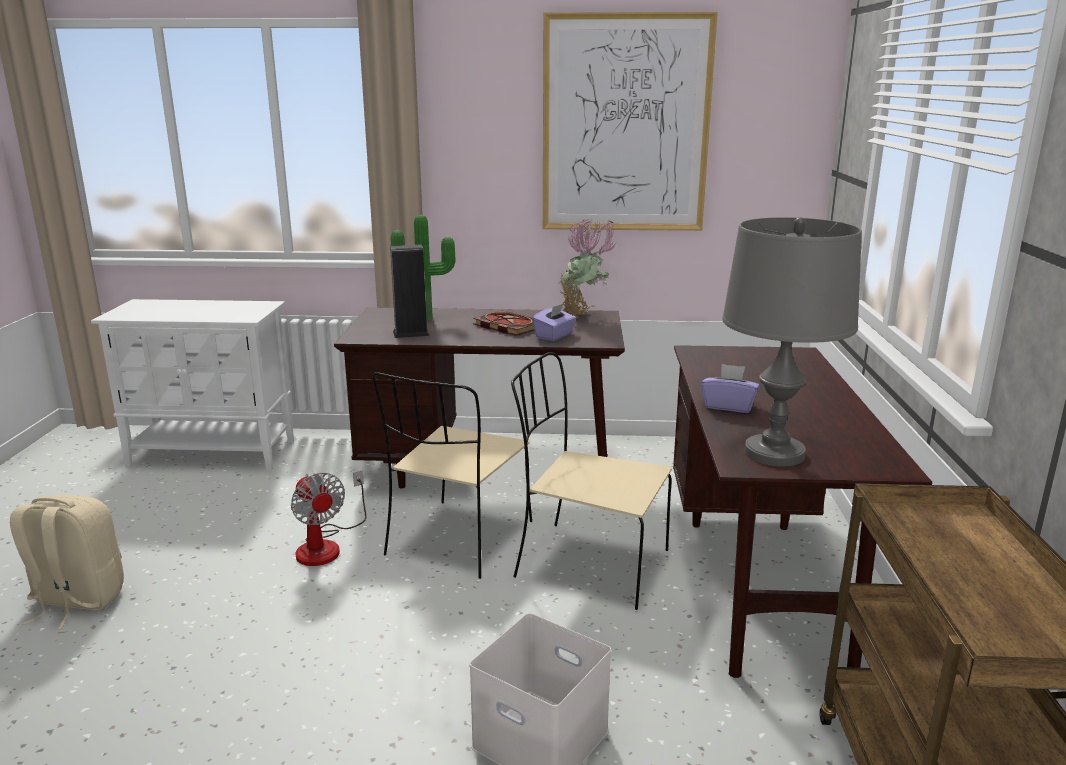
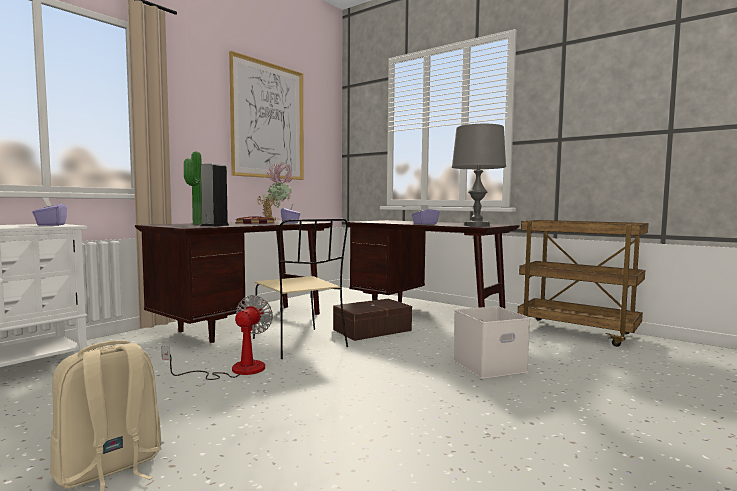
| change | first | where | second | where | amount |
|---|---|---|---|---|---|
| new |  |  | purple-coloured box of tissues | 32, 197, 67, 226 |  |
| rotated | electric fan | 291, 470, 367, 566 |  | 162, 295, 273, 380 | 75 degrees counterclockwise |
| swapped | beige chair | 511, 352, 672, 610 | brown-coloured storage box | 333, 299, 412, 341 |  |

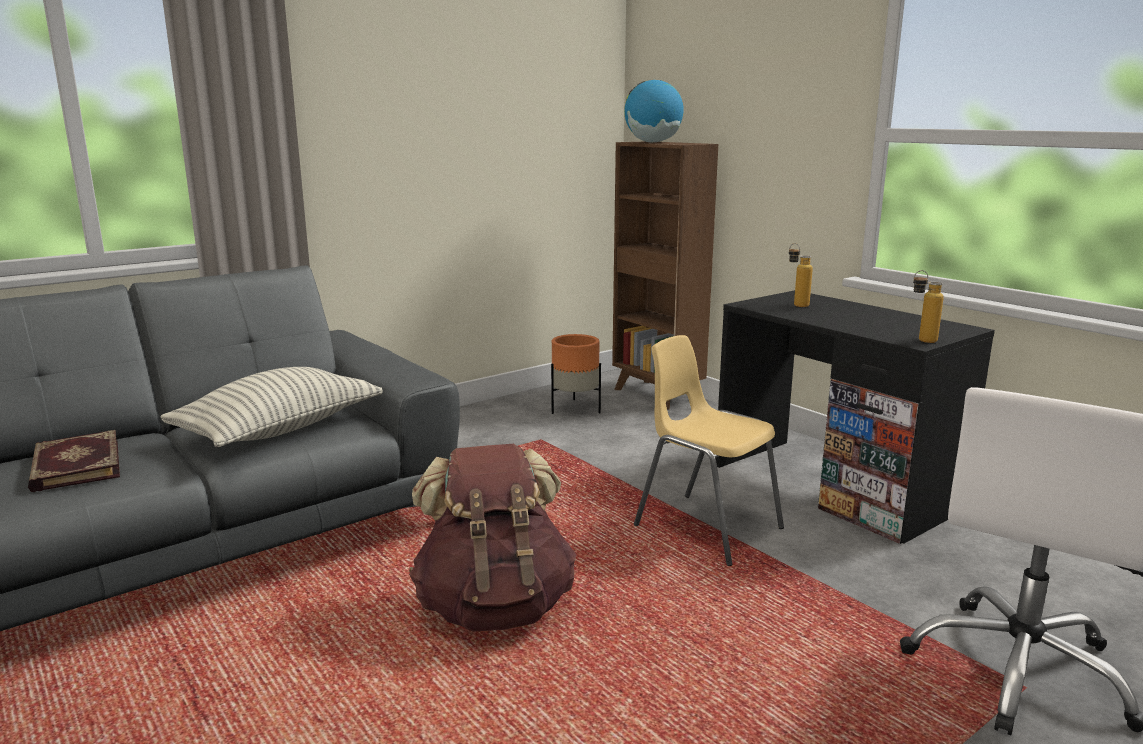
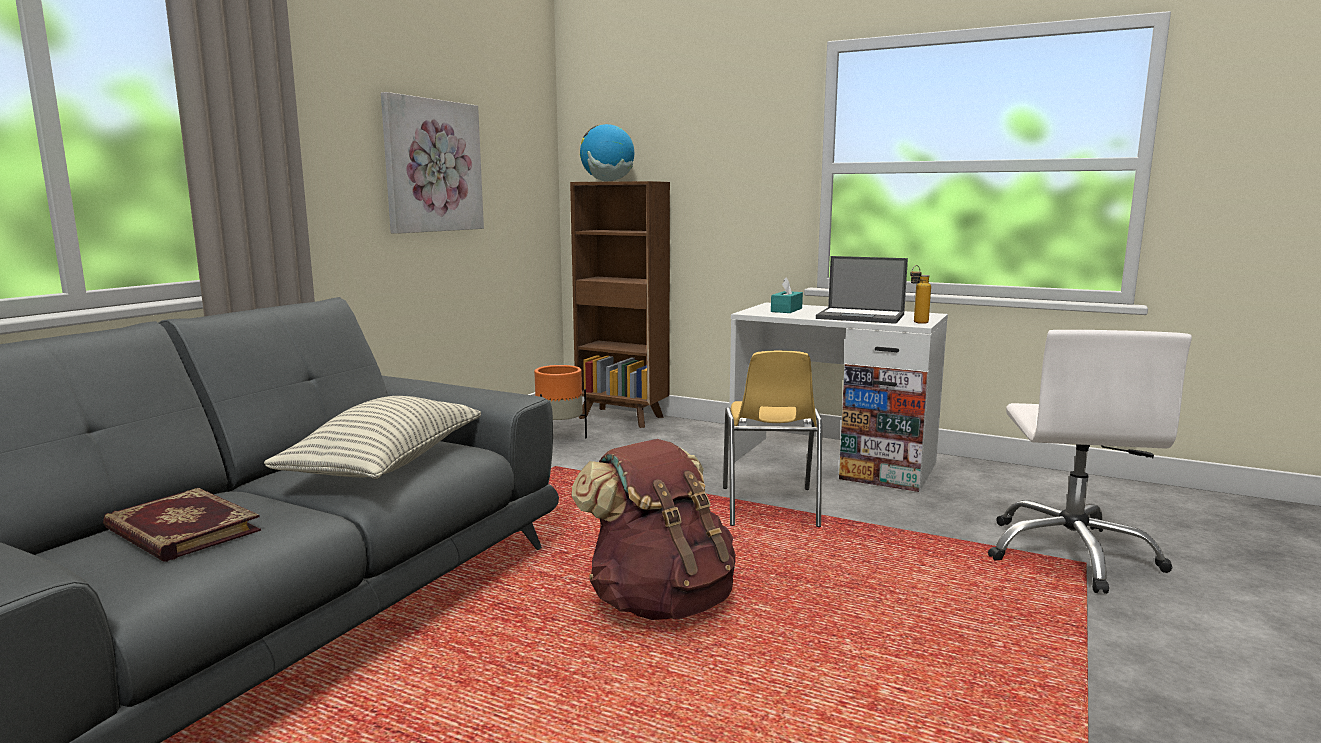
| change | first | where | second | where | amount |
|---|---|---|---|---|---|
| new |  |  | picture | 381, 92, 484, 234 |  |
| rotated | yellow chair | 634, 335, 784, 566 |  | 723, 350, 822, 527 | 105 degrees counterclockwise |
| repainted | blackish desk table | 715, 290, 995, 544 | whitish desk table | 728, 303, 948, 492 |  |
| swapped | beverage bottle | 789, 243, 813, 307 | turquoise box of tissues | 771, 277, 803, 313 |  |
| new |  |  | notebook computer | 816, 256, 908, 324 |  |

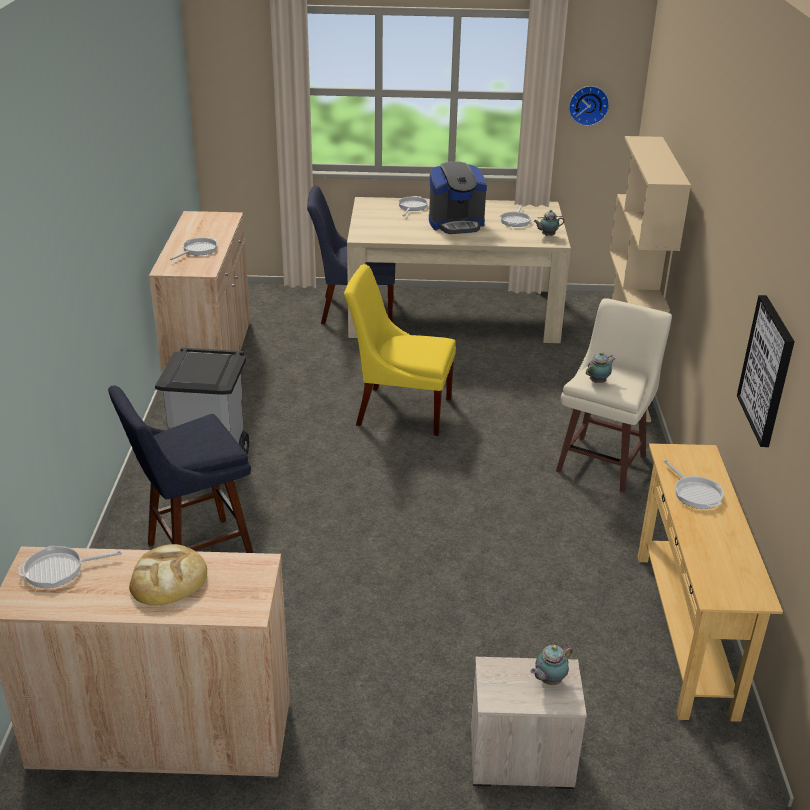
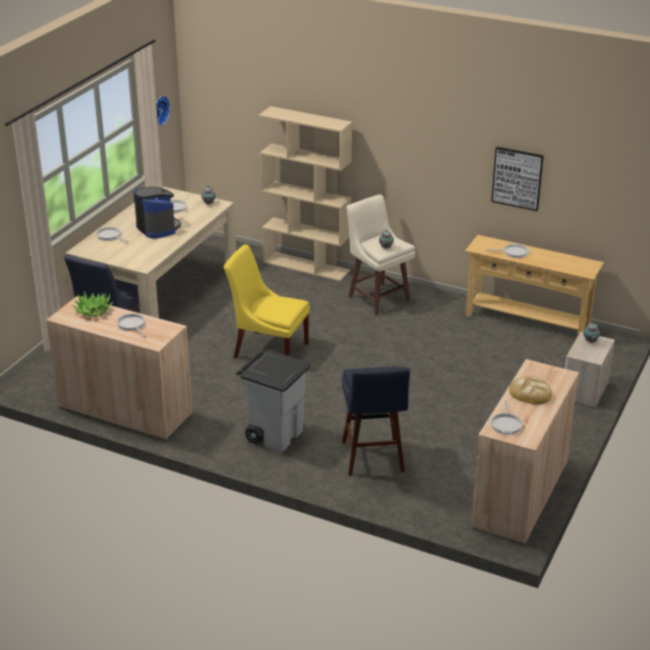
| change | first | where | second | where | amount |
|---|---|---|---|---|---|
| new |  |  | plant in a pot | 72, 292, 114, 317 |  |
| rotated | coffee maker | 429, 161, 487, 234 |  | 133, 187, 181, 239 | 45 degrees counterclockwise |
| rotated | yellow chair | 344, 264, 456, 436 |  | 224, 245, 310, 358 | 75 degrees clockwise |

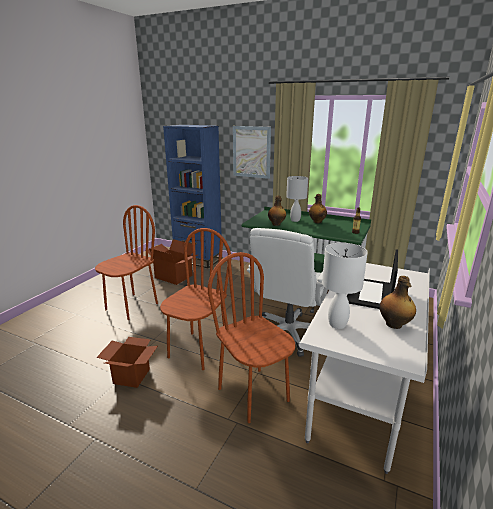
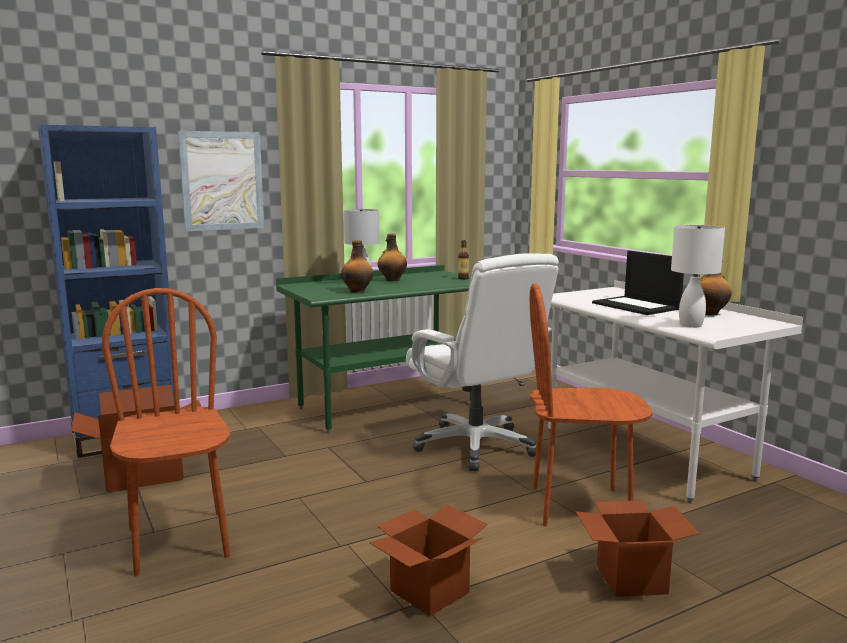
| change | first | where | second | where | amount |
|---|---|---|---|---|---|
| new |  |  | carton | 576, 500, 699, 597 |  |
| gone | brown-coloured chair | 160, 228, 231, 370 |  |  |  |

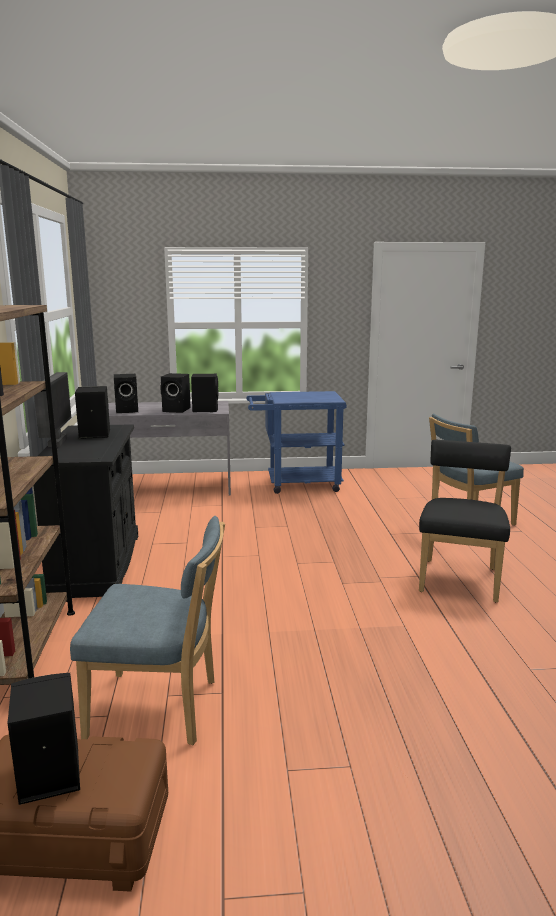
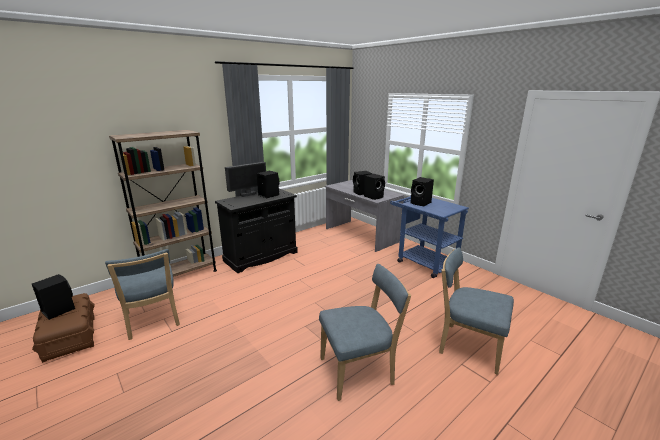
| change | first | where | second | where | amount |
|---|---|---|---|---|---|
| repainted | blackish chair | 419, 440, 511, 603 | bluish chair | 319, 264, 411, 401 |  |
| shifted | blackish speaker | 114, 374, 138, 413 |  | 411, 177, 434, 206 |  |

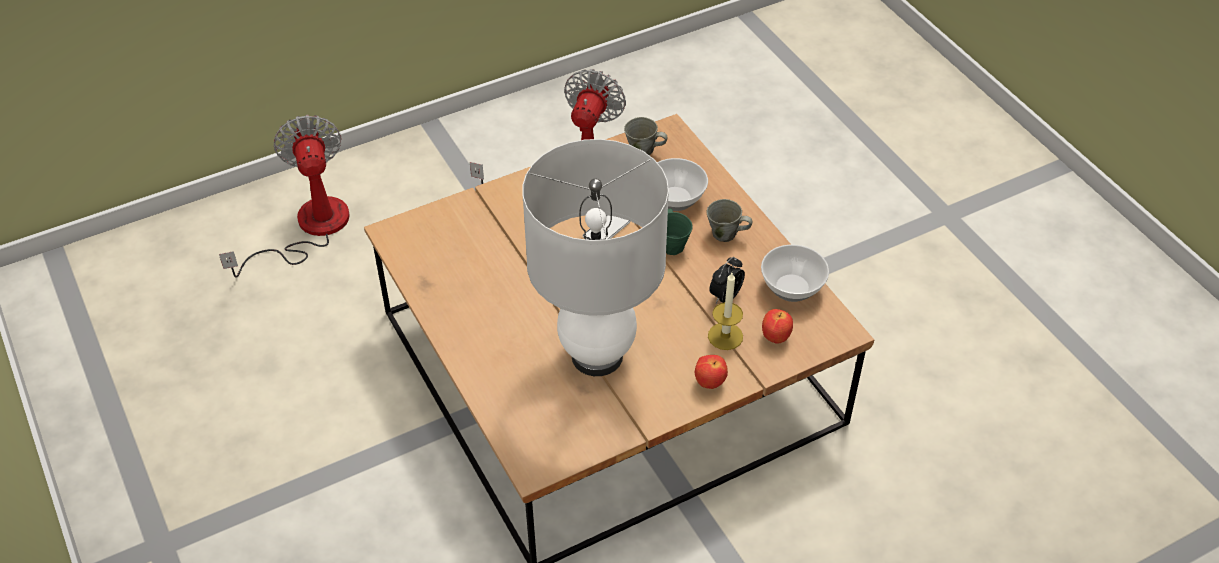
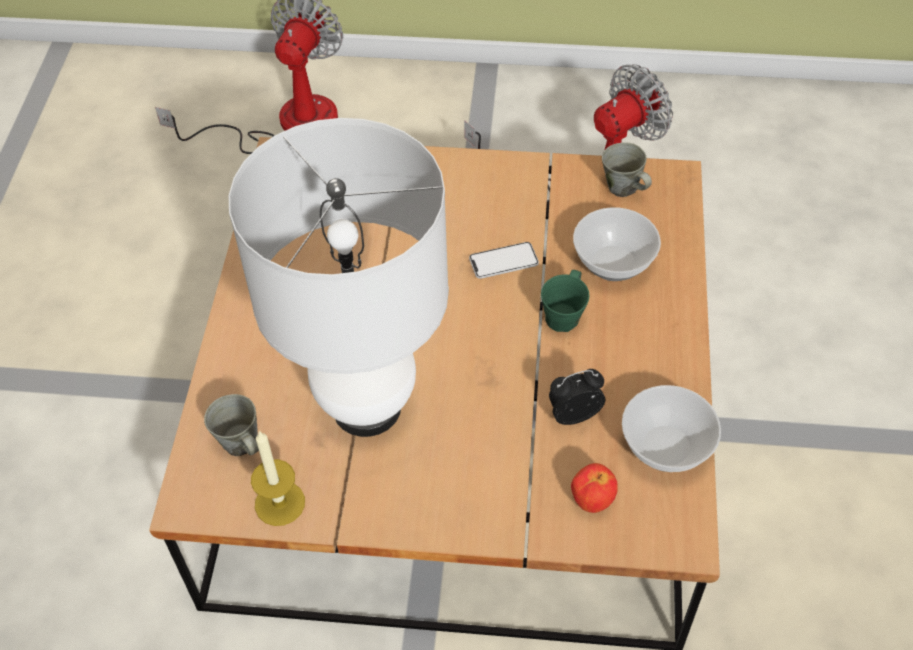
| change | first | where | second | where | amount |
|---|---|---|---|---|---|
| shifted | gray coffee mug | 707, 199, 752, 242 |  | 204, 394, 259, 456 |  |
| shifted | candle | 708, 273, 743, 350 |  | 251, 431, 305, 526 |  |
| gone | whole apple | 695, 355, 728, 389 |  |  |  |

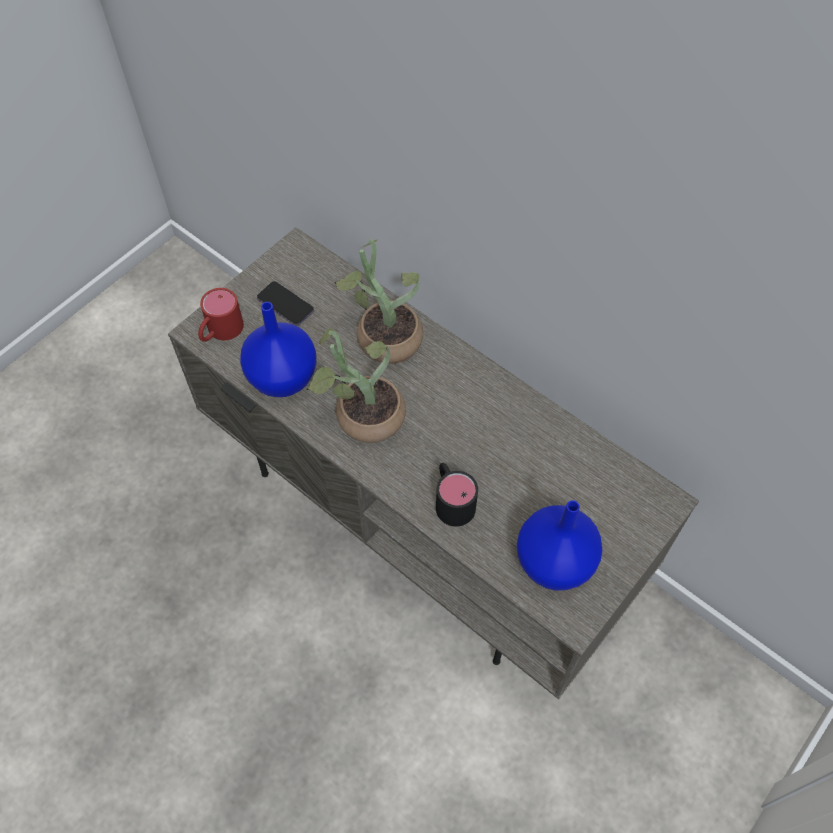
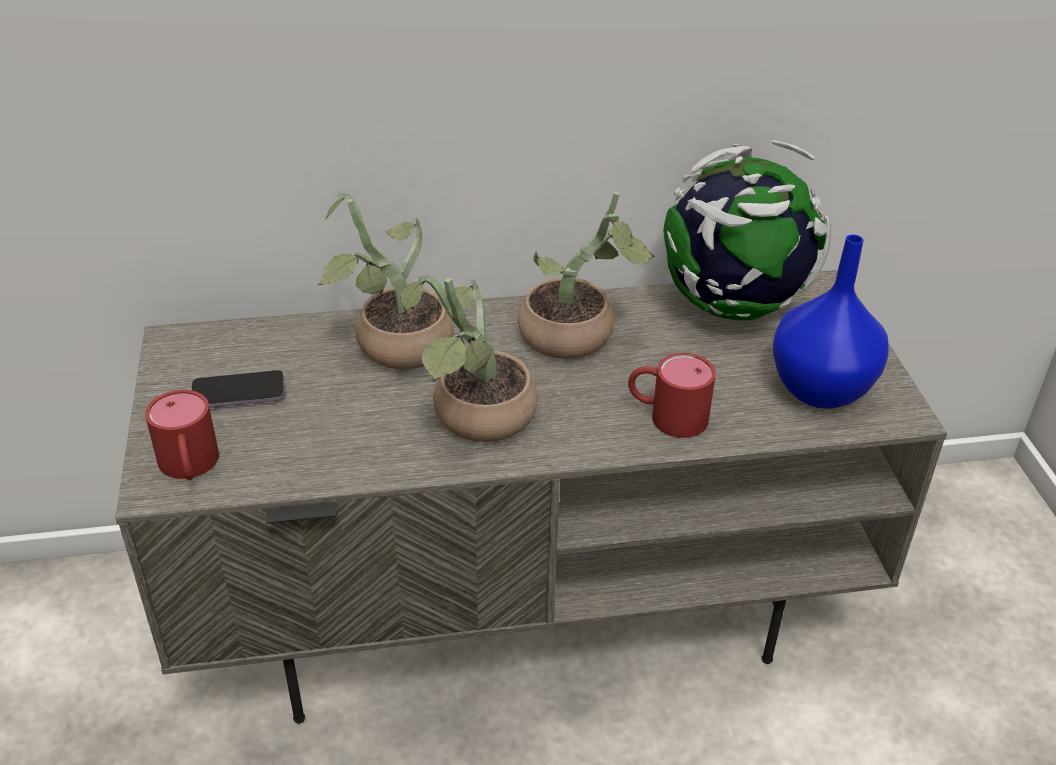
| change | first | where | second | where | amount |
|---|---|---|---|---|---|
| new |  |  | plant in a pot | 518, 191, 655, 359 |  |
| repainted | blackish coffee mug | 436, 463, 478, 526 | reddish coffee mug | 628, 353, 716, 438 |  |
| new |  |  | desk globe | 663, 140, 832, 321 |  |
| gone | bluish vase | 240, 302, 317, 397 |  |  |  |

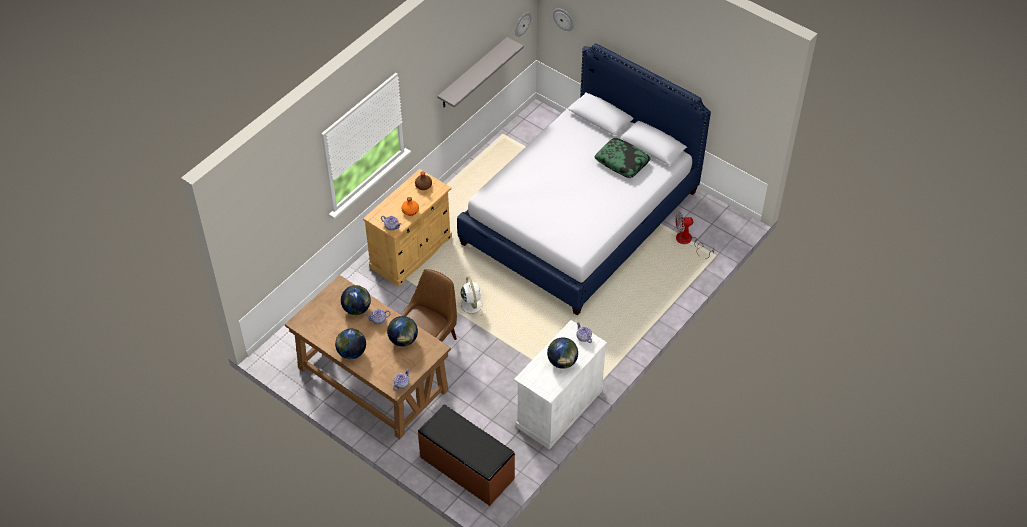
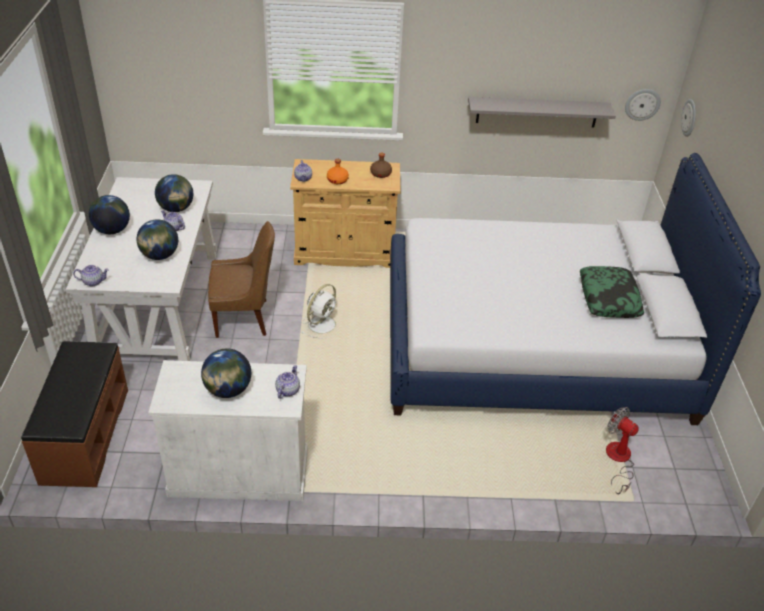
| change | first | where | second | where | amount |
|---|---|---|---|---|---|
| repainted | brown-coloured desk table | 285, 275, 451, 439 | whitish desk table | 65, 177, 217, 361 |  |

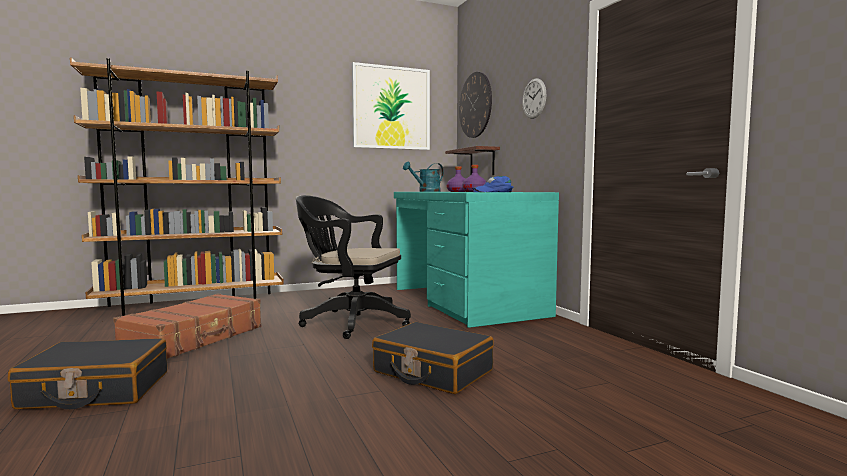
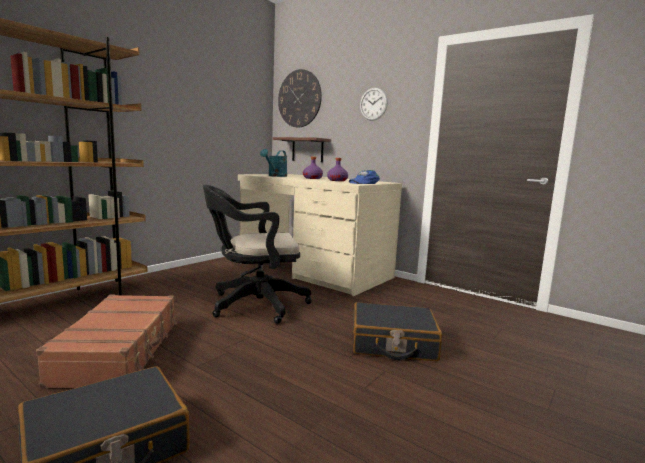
| change | first | where | second | where | amount |
|---|---|---|---|---|---|
| repainted | turquoise desk table | 394, 192, 559, 328 | beige desk table | 238, 174, 402, 296 |  |
| gone | picture | 352, 62, 430, 150 |  |  |  |

